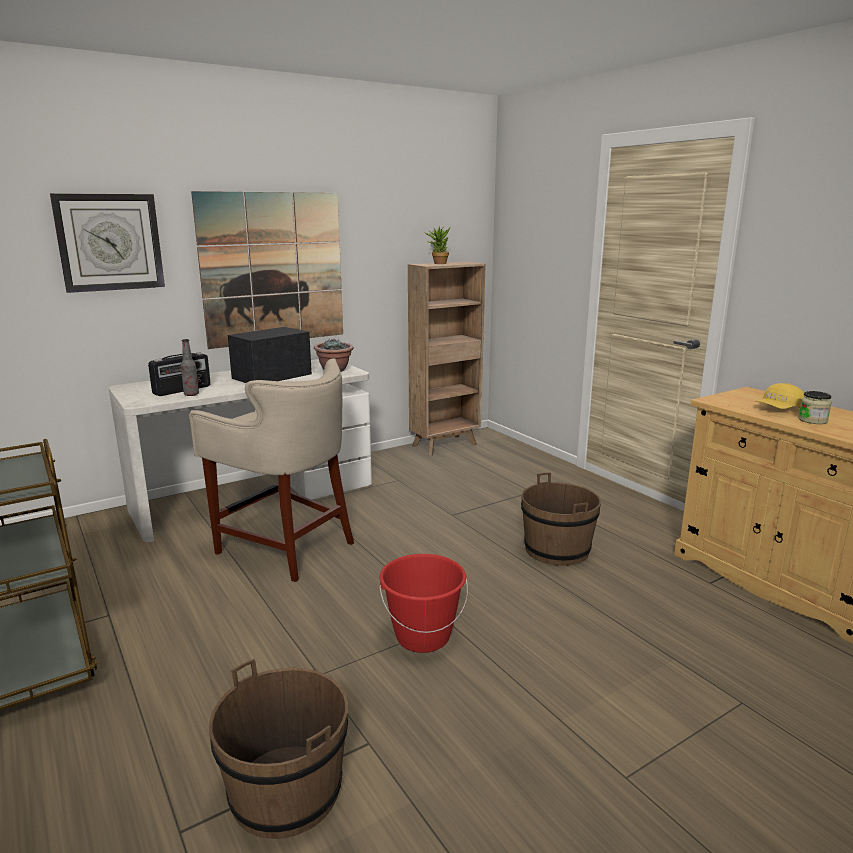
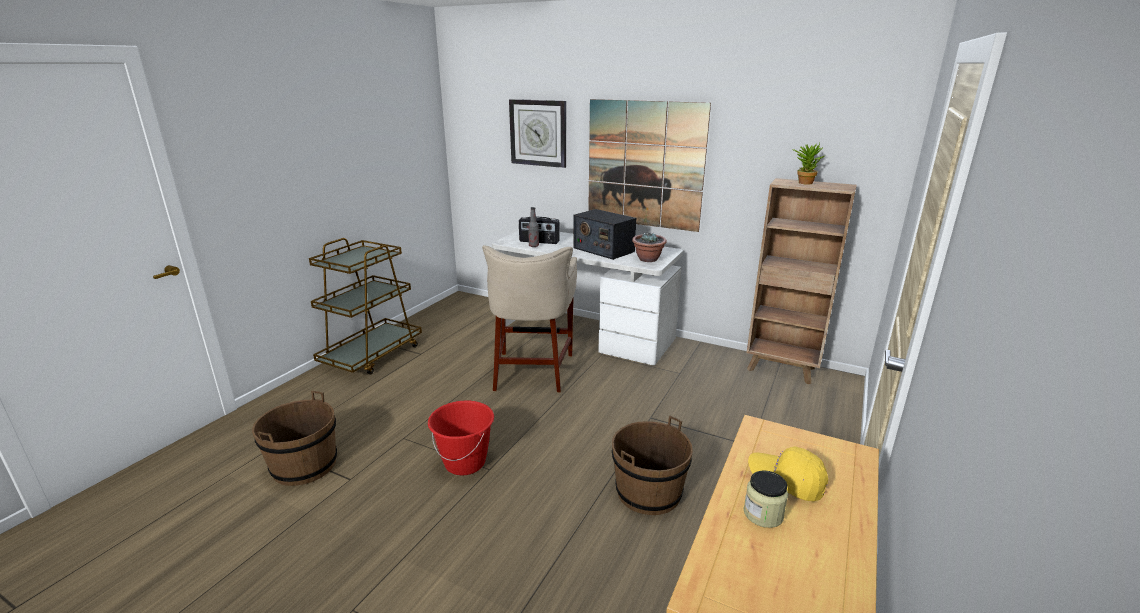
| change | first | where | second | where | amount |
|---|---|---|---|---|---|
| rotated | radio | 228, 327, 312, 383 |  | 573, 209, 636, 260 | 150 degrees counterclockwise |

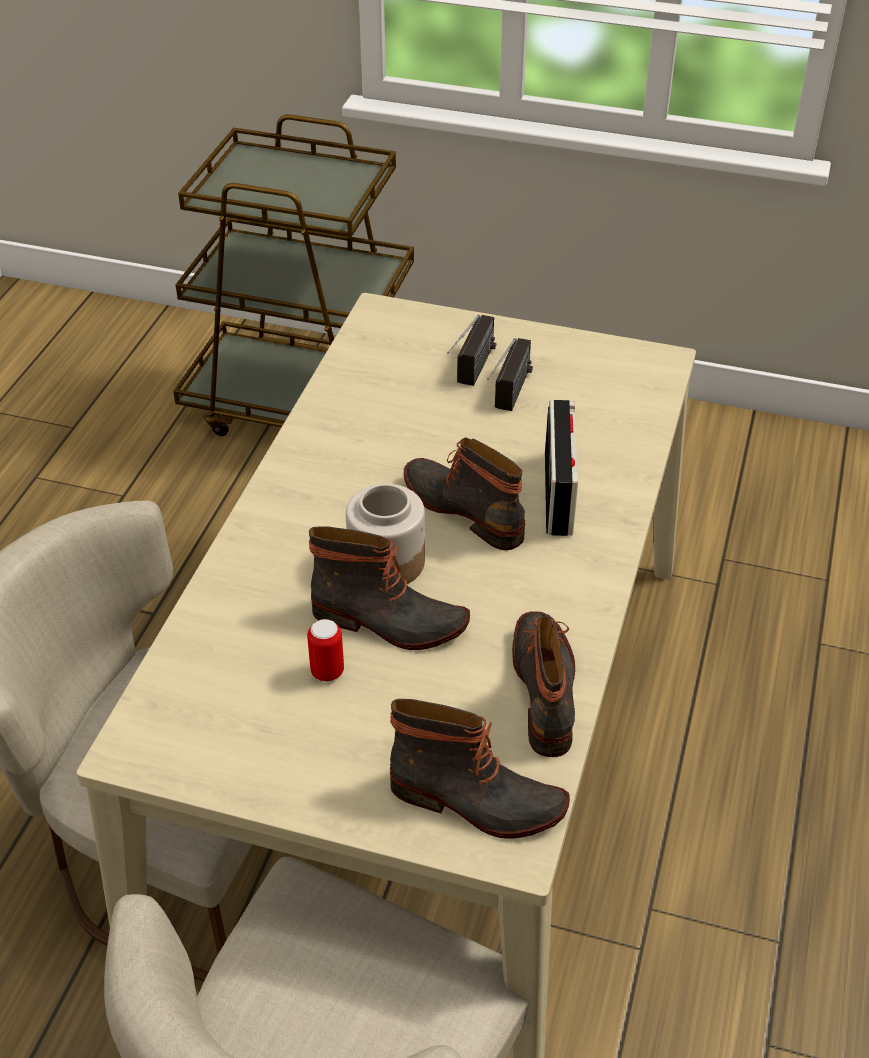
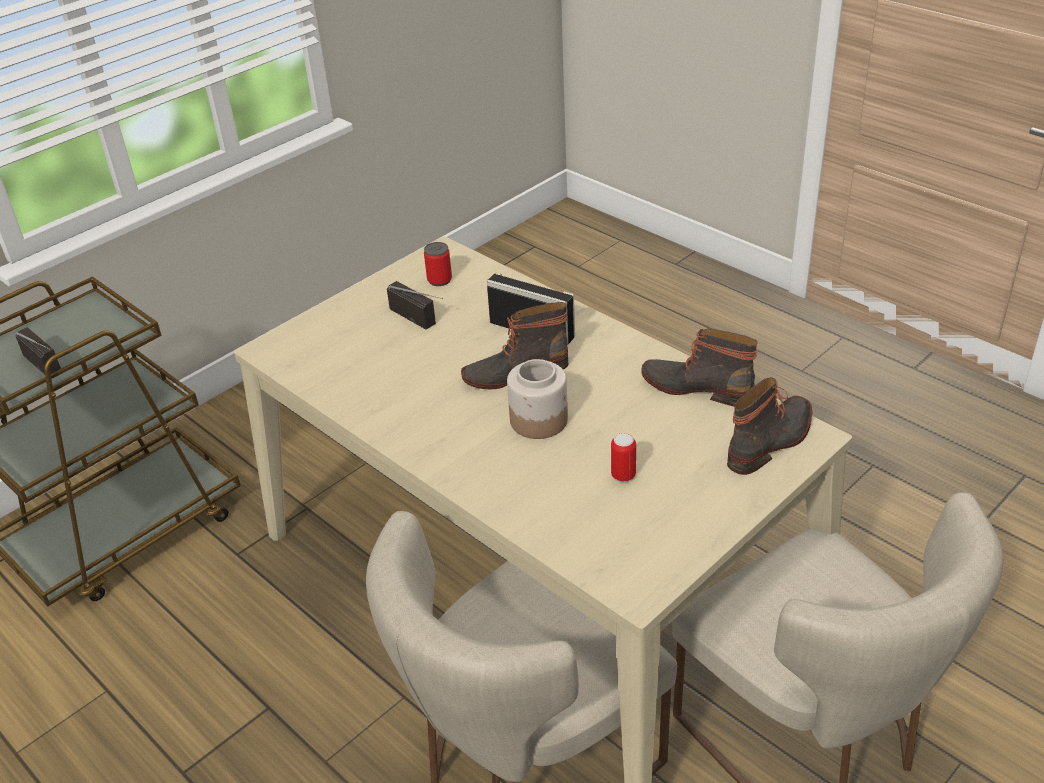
| change | first | where | second | where | amount |
|---|---|---|---|---|---|
| shifted | radio | 447, 315, 496, 386 |  | 15, 327, 61, 374 |  |
| new |  |  | sealed can | 424, 242, 452, 286 |  |
| gone | high-top boot | 309, 526, 470, 650 |  |  |  |

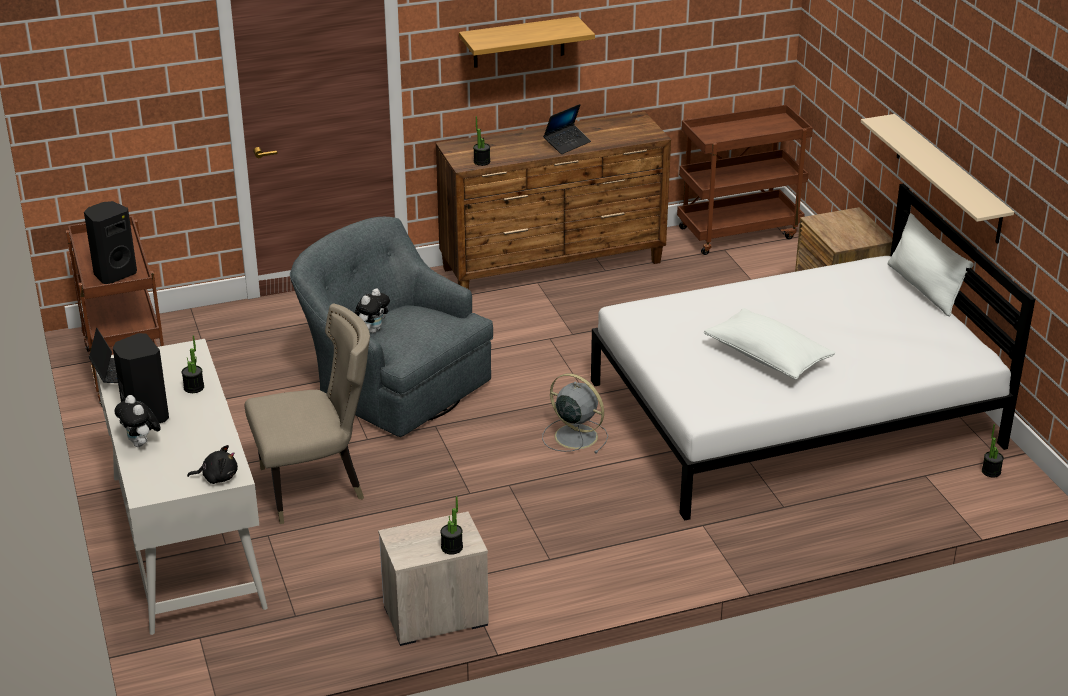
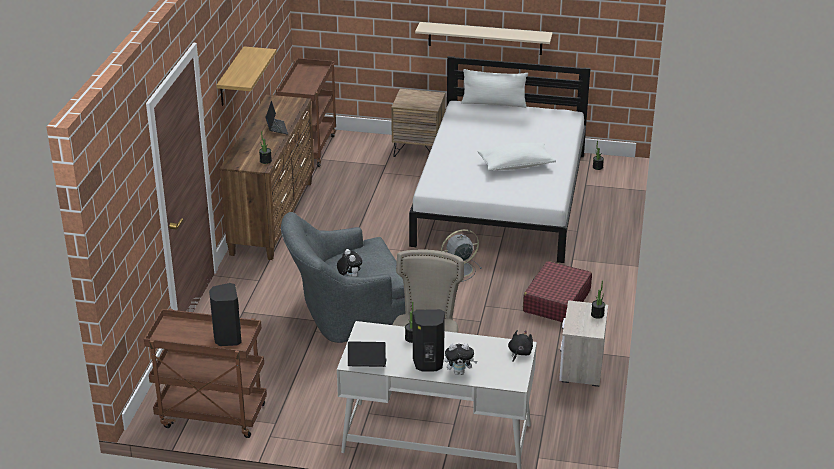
| change | first | where | second | where | amount |
|---|---|---|---|---|---|
| new |  |  | reddish suitcase | 523, 261, 592, 322 |  |

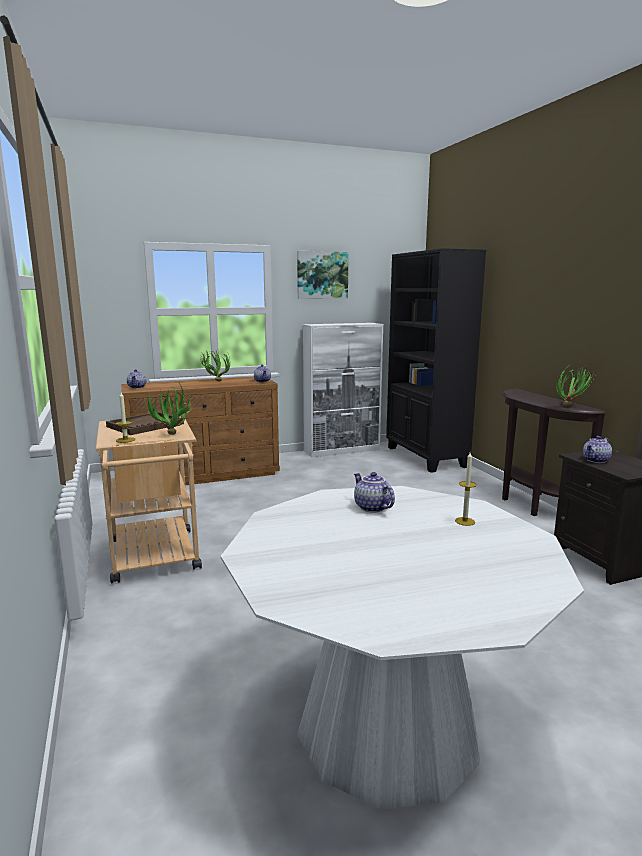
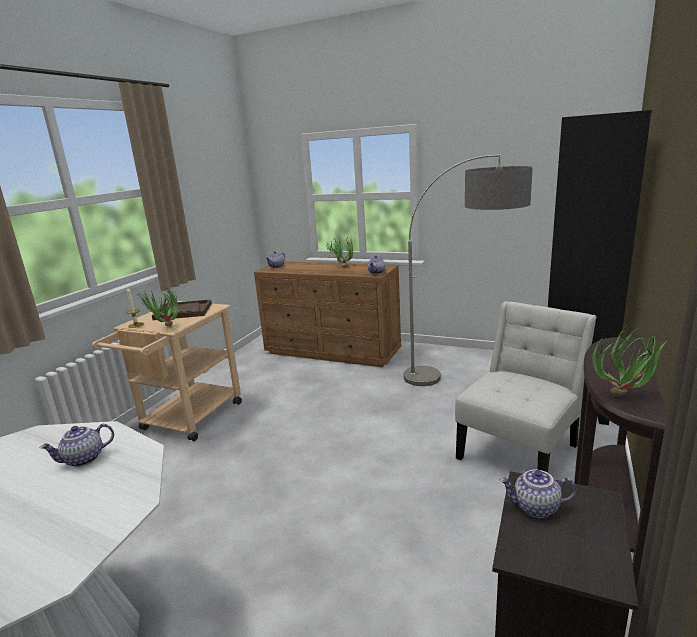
| change | first | where | second | where | amount |
|---|---|---|---|---|---|
| rotated | teapot | 354, 472, 395, 512 |  | 40, 424, 114, 467 | 135 degrees counterclockwise |
| new |  |  | standard lamp | 404, 154, 533, 386 |  |
| new |  |  | whitish chair | 455, 301, 597, 473 |  |
| gone | picture | 297, 251, 349, 299 |  |  |  |
| gone | whitish storage cabinet | 303, 323, 383, 458 |  |  |  |
| gone | candle | 455, 452, 477, 526 |  |  |  |

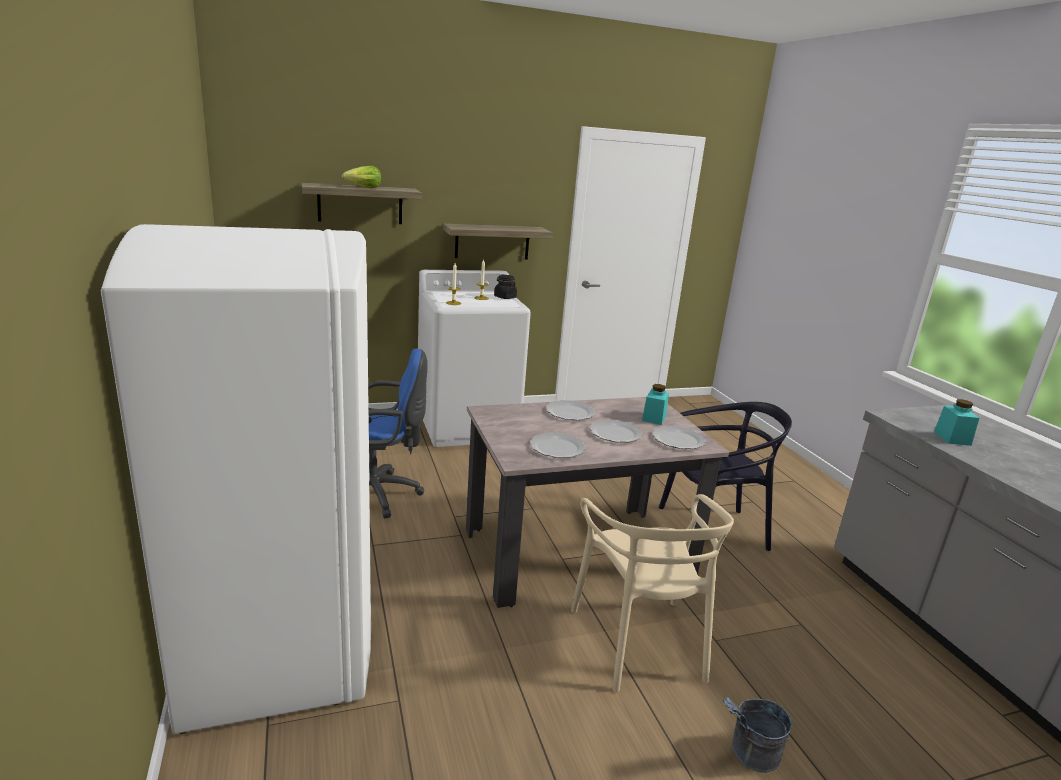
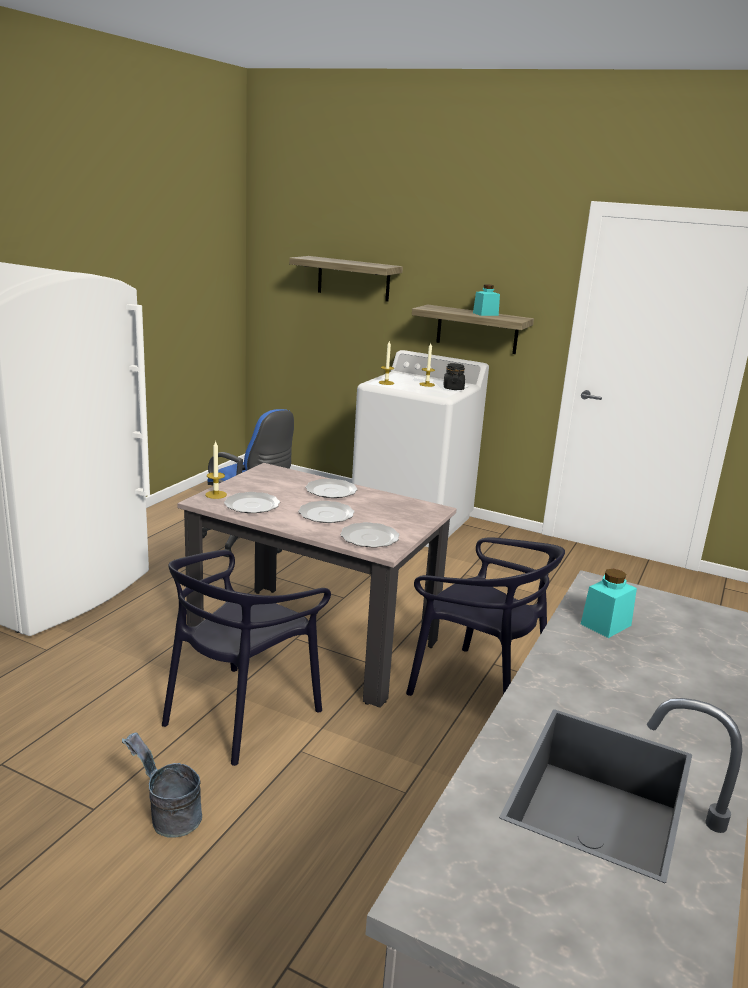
| change | first | where | second | where | amount |
|---|---|---|---|---|---|
| repainted | beige chair | 571, 494, 734, 692 | blackish chair | 162, 550, 331, 766 |  |
| new |  |  | candle | 205, 440, 227, 499 |  |
| shifted | turquoise preserve jar | 642, 384, 669, 425 |  | 473, 284, 500, 316 |  |
| gone | head of lettuce | 342, 166, 381, 188 |  |  |  |

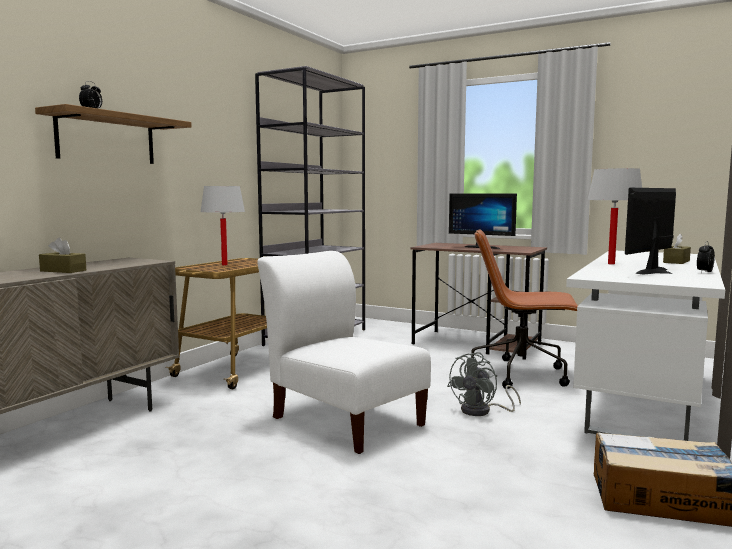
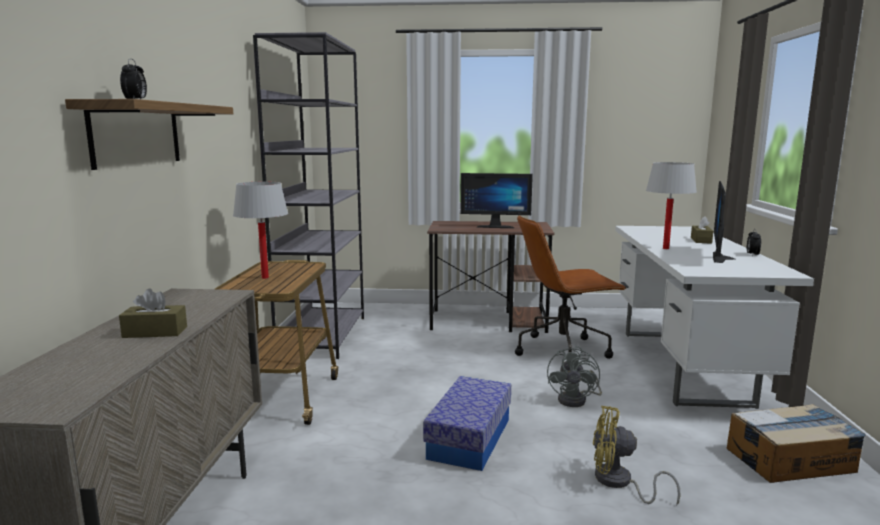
| change | first | where | second | where | amount |
|---|---|---|---|---|---|
| swapped | whitish chair | 257, 251, 431, 454 | storage box | 423, 376, 511, 471 |  |
| new |  |  | yellow electric fan | 593, 406, 681, 505 |  |

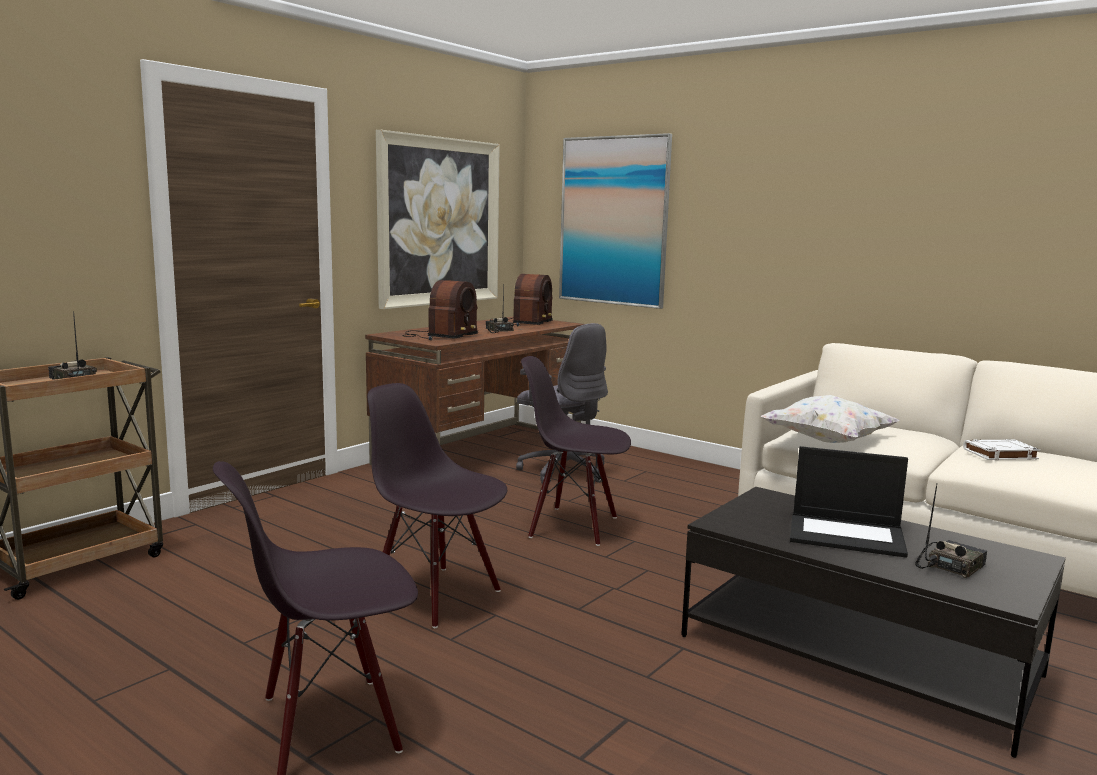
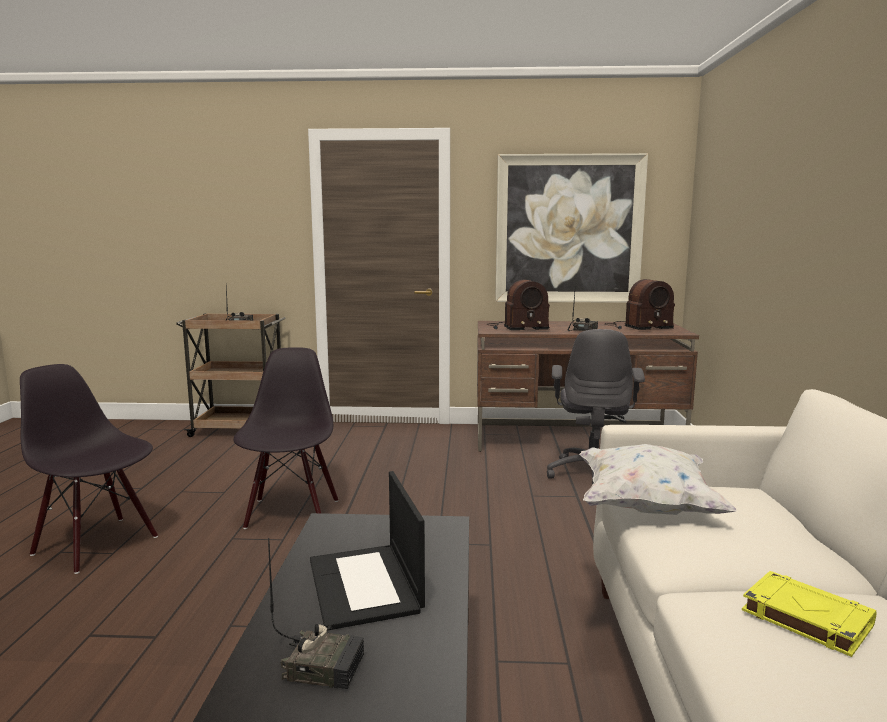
| change | first | where | second | where | amount |
|---|---|---|---|---|---|
| repainted | whitish book | 963, 439, 1040, 460 | yellow book | 742, 571, 876, 657 |  |
| gone | blackish chair | 521, 356, 631, 546 |  |  |  |
| gone | picture | 559, 133, 672, 309 |  |  |  |

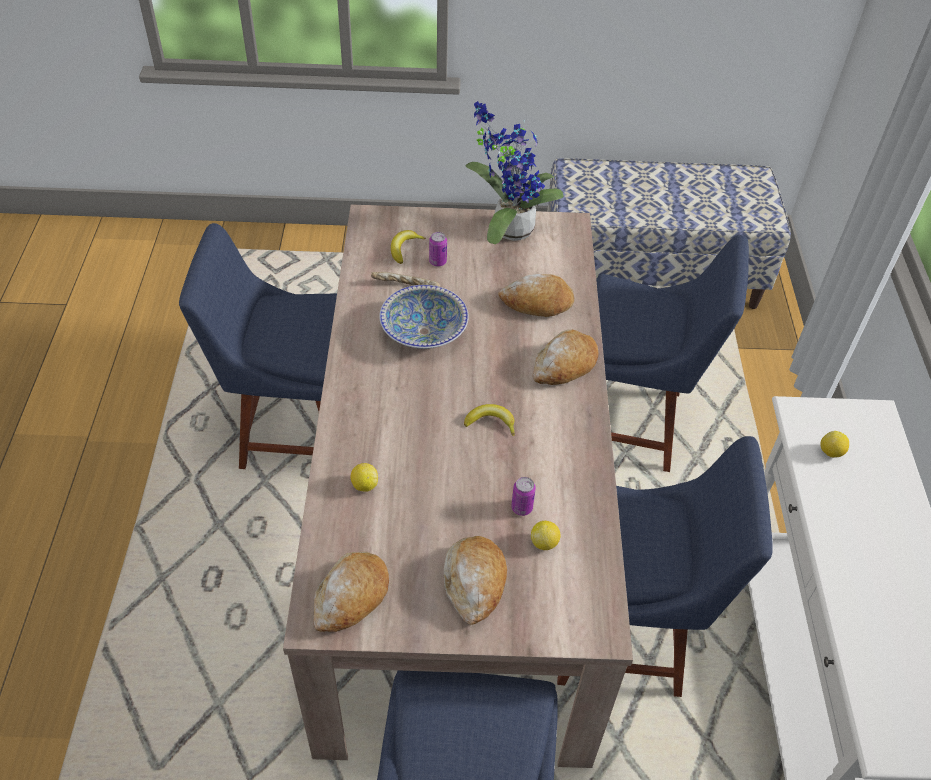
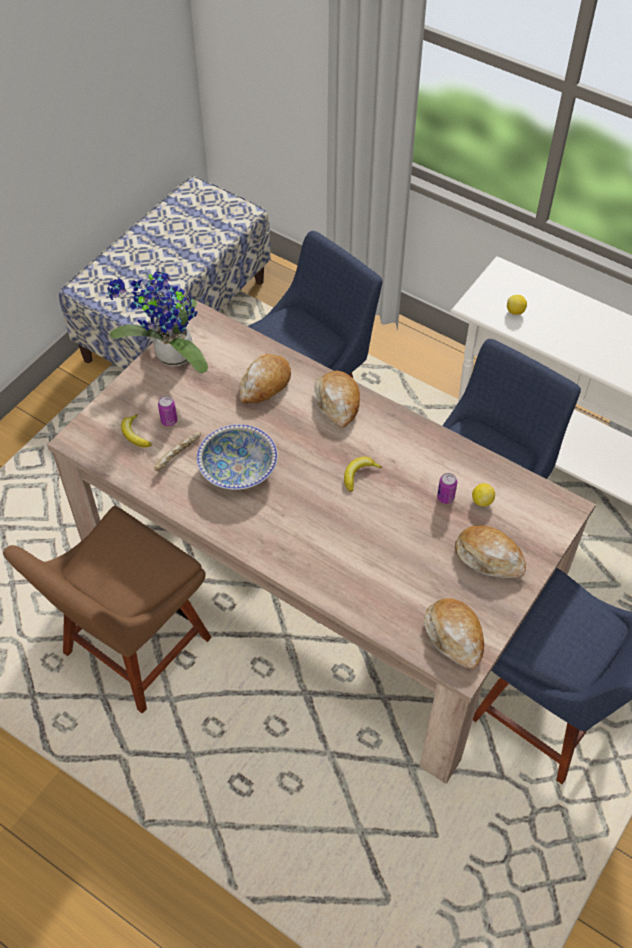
| change | first | where | second | where | amount |
|---|---|---|---|---|---|
| repainted | bluish chair | 179, 223, 337, 469 | brown-coloured chair | 3, 506, 212, 714 |  |
| gone | citrus fruit | 350, 463, 378, 492 |  |  |  |

